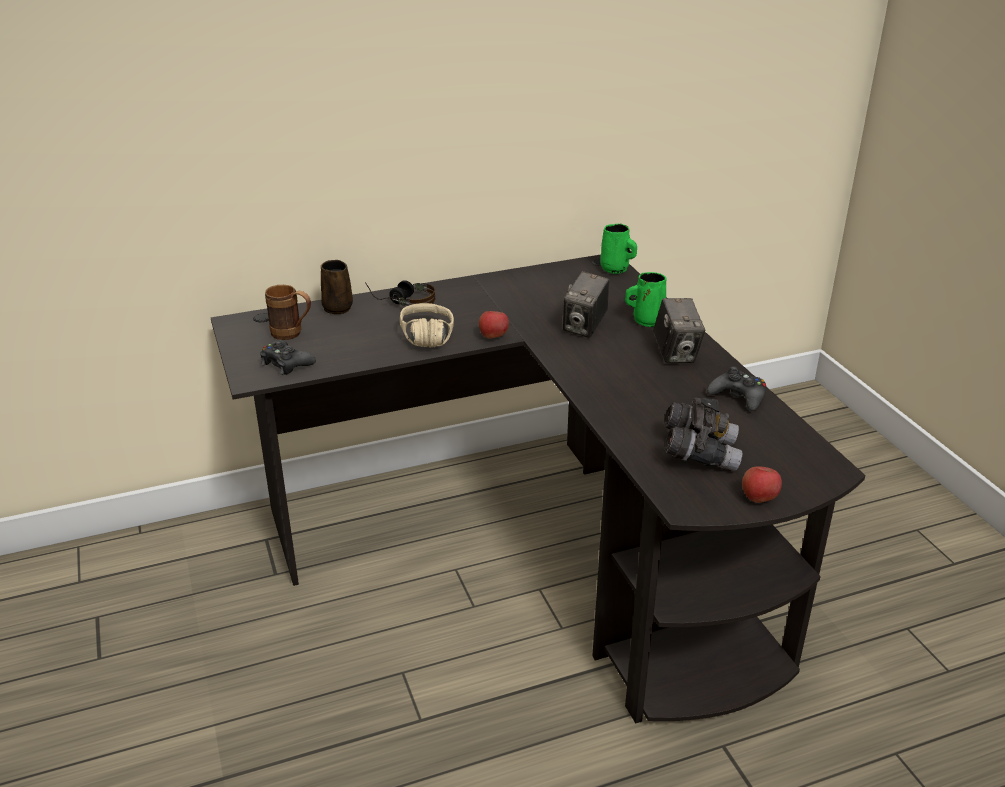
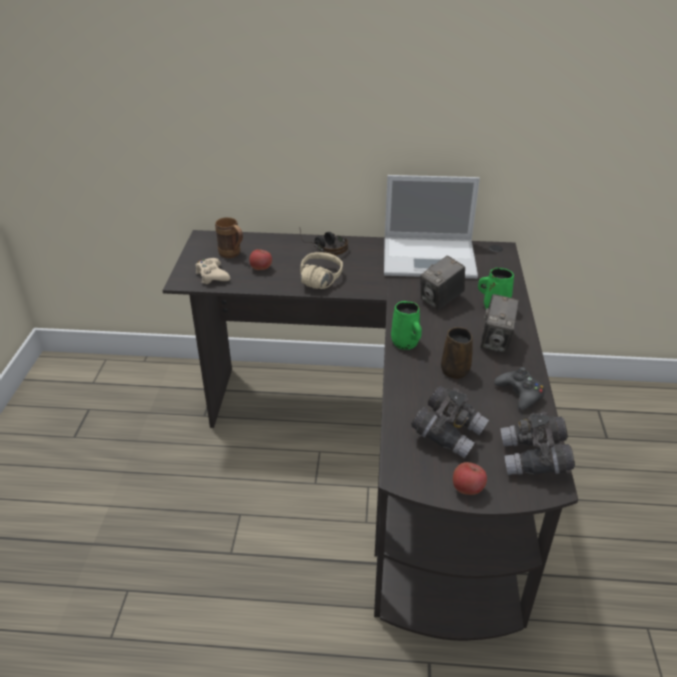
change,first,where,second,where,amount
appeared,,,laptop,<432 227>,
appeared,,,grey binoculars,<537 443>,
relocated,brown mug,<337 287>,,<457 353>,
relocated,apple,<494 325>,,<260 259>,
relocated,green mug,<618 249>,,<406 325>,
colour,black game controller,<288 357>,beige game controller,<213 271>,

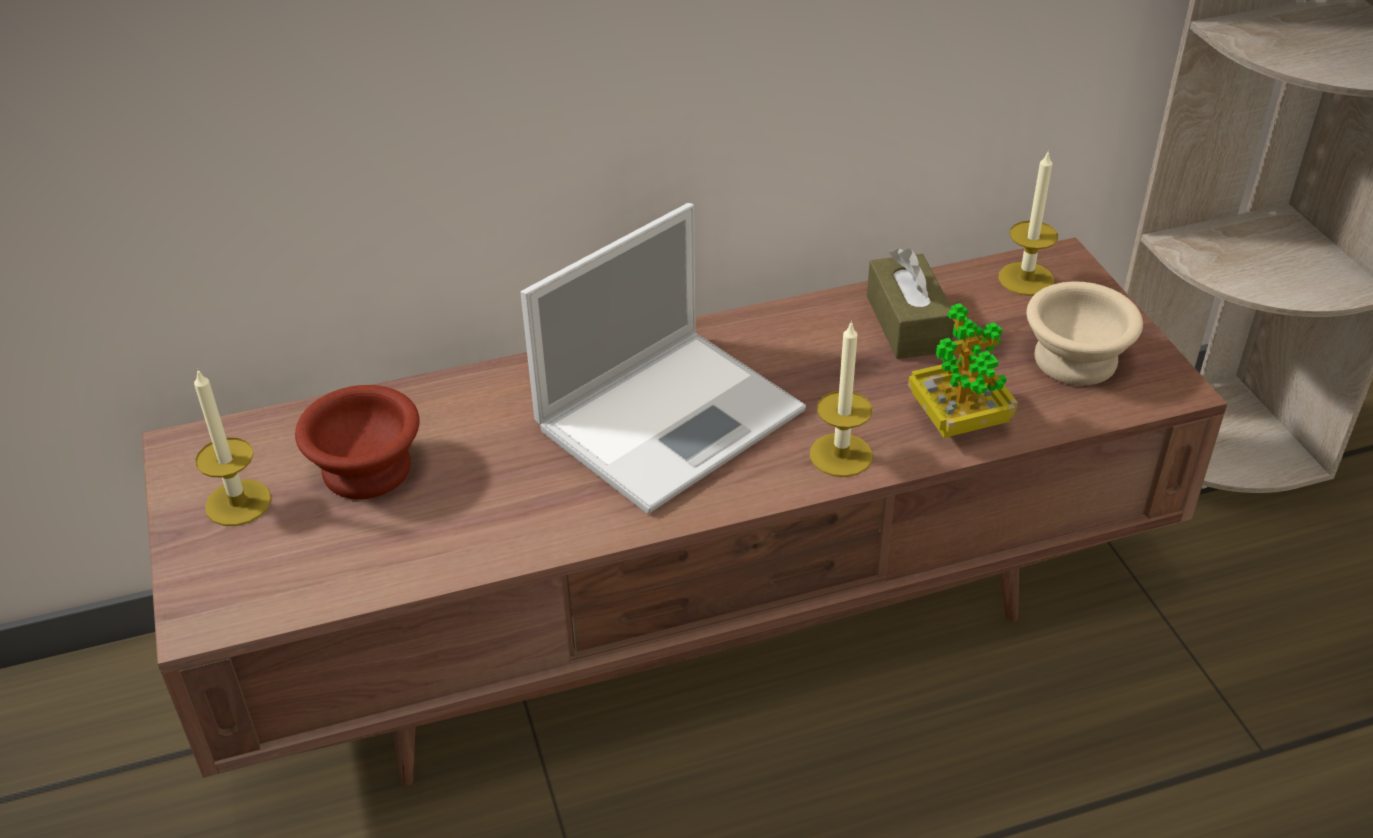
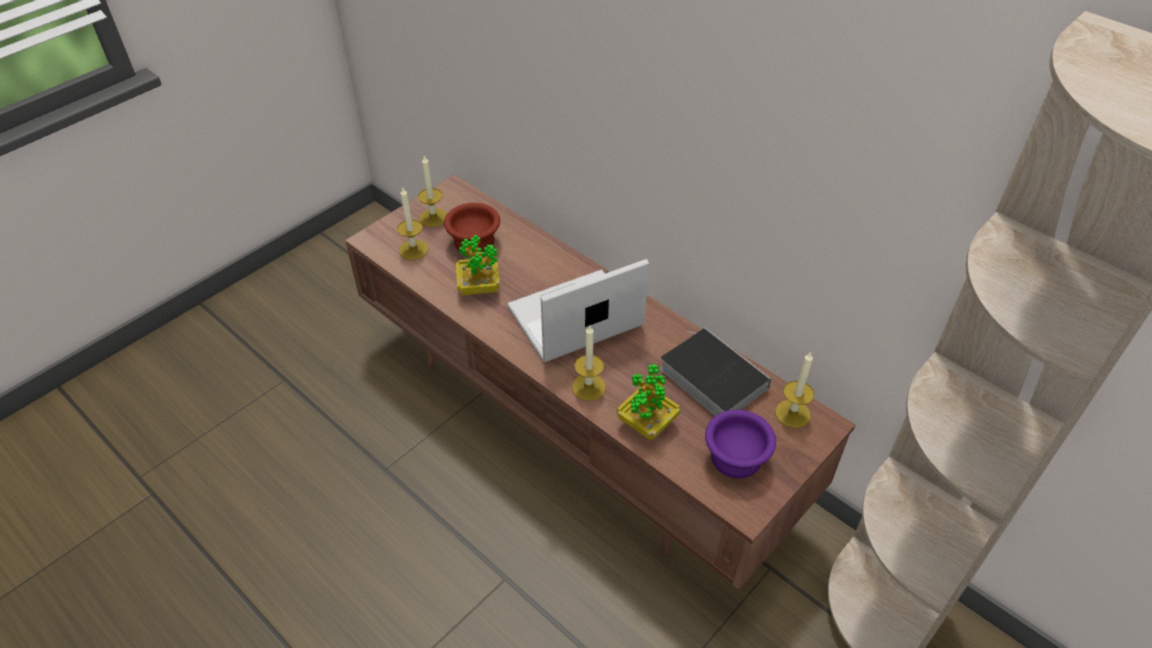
change,first,where,second,where,amount
appeared,,,candle,<412 224>,
appeared,,,potted plant,<478 265>,
exchanged,brown tissue box,<911 304>,book,<715 372>,
colour,beige bowl,<1084 333>,purple bowl,<740 444>,
spun,laptop,<663 358>,,<578 310>,135 degrees clockwise

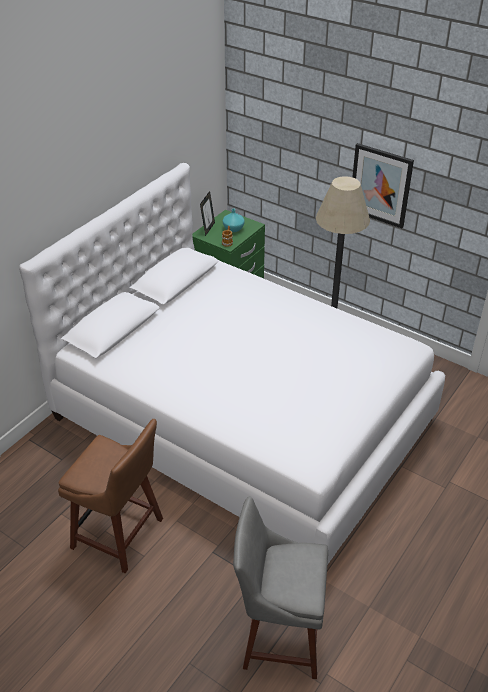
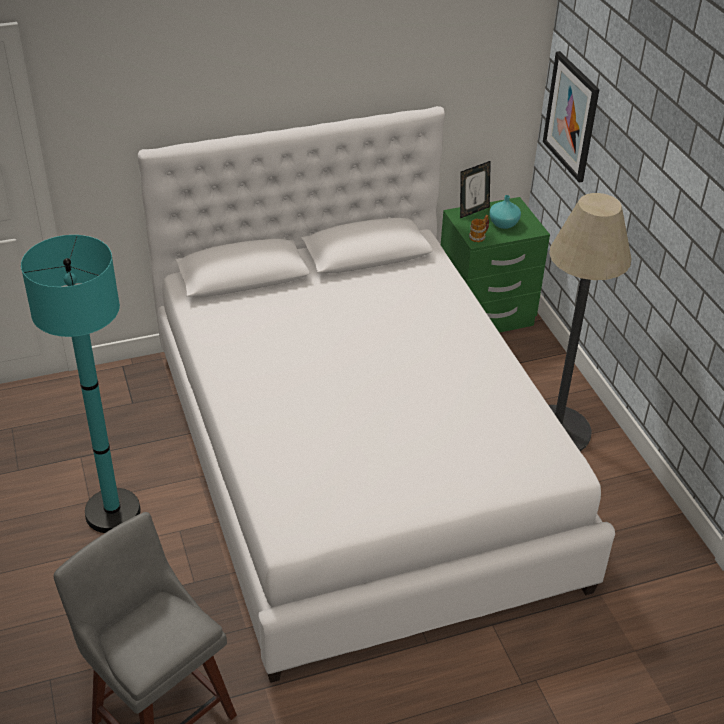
change,first,where,second,where,amount
relocated,picture,<383 185>,,<571 117>,
exchanged,brown chair,<110 496>,turquoise floor lamp,<81 384>,

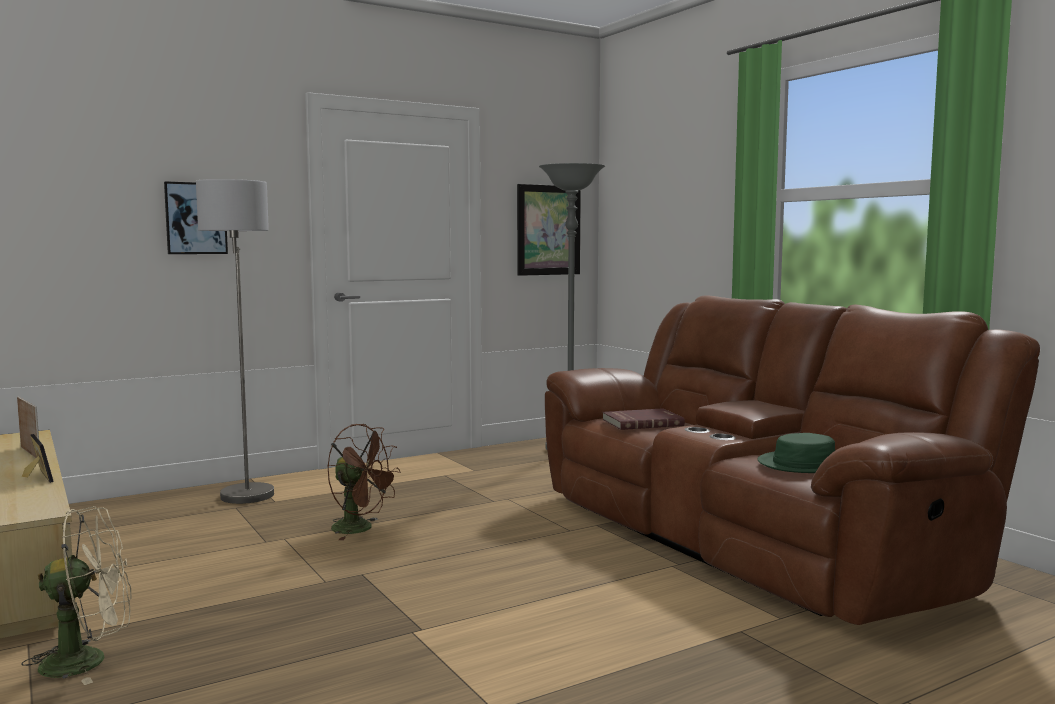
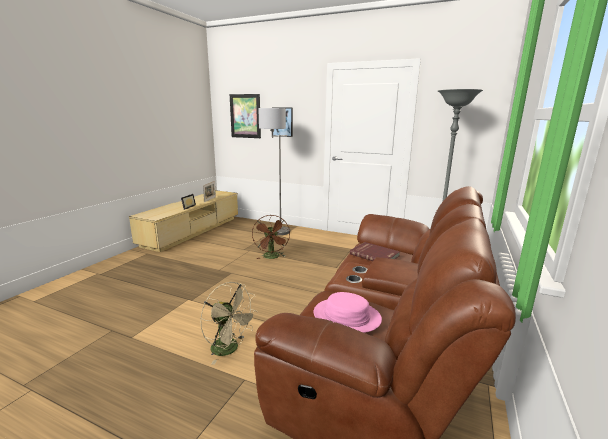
change,first,where,second,where,amount
relocated,beige fan,<76 595>,,<229 323>,
relocated,picture,<549 230>,,<245 116>,
colour,green hat,<796 453>,pink hat,<348 312>,

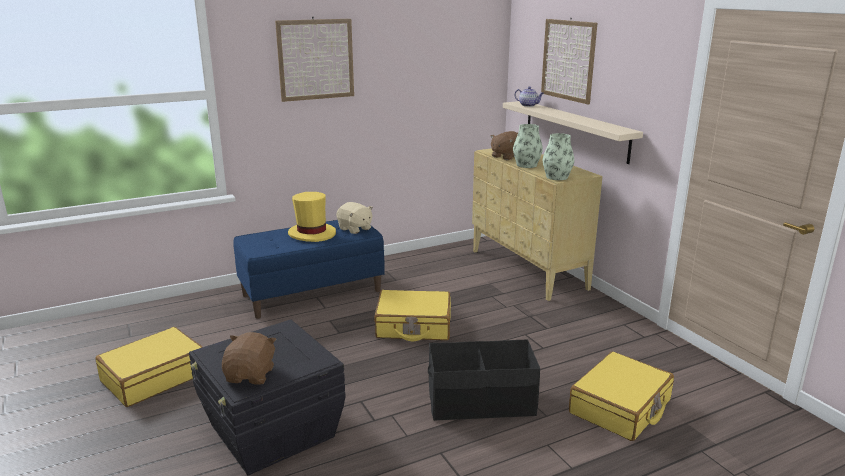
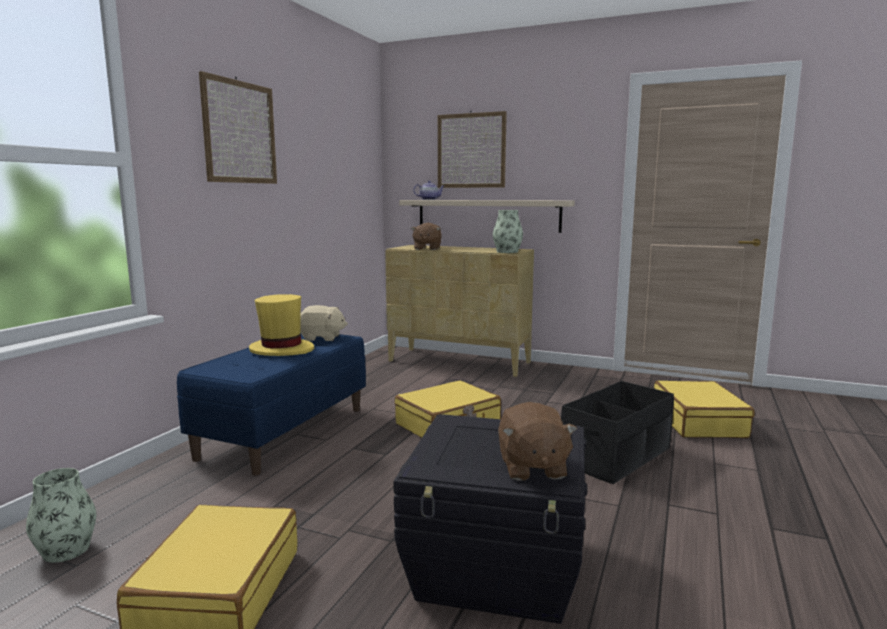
change,first,where,second,where,amount
relocated,vase,<528 146>,,<61 515>,
spun,brown plush toy,<249 358>,,<537 441>,150 degrees counterclockwise

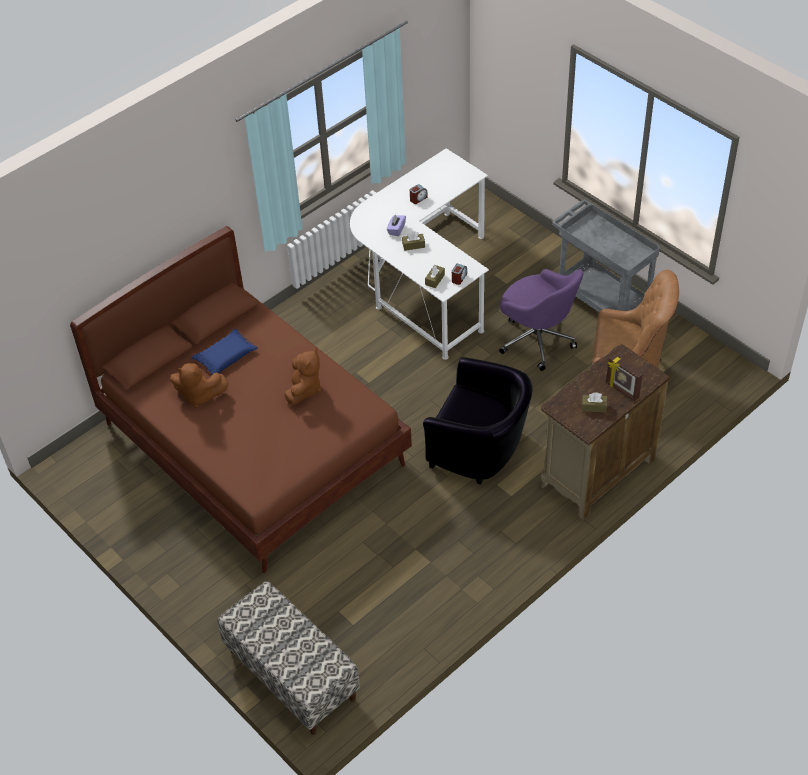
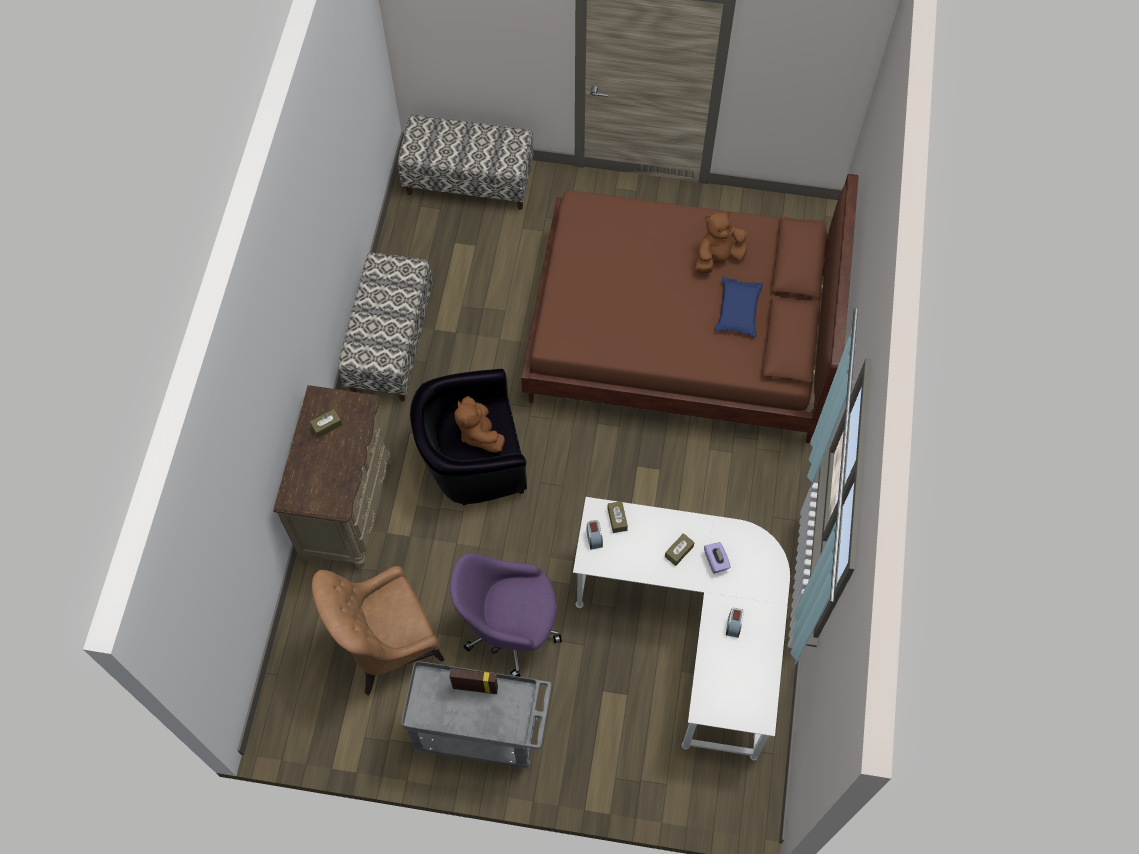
change,first,where,second,where,amount
appeared,,,bench,<385 327>,
relocated,brown plush toy,<302 376>,,<479 424>,
relocated,picture frame,<624 377>,,<473 681>,

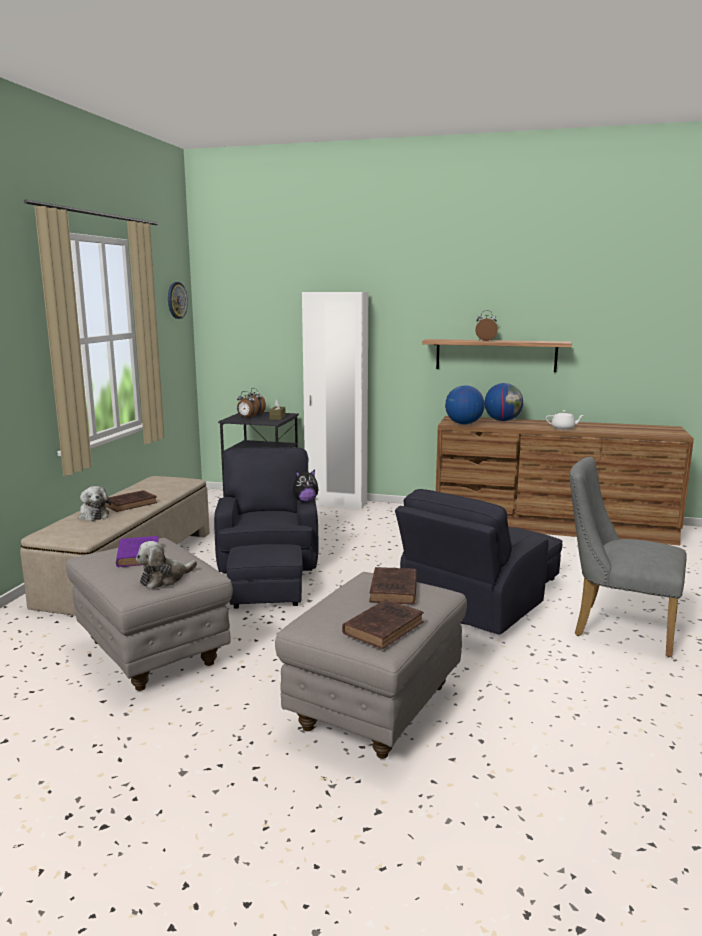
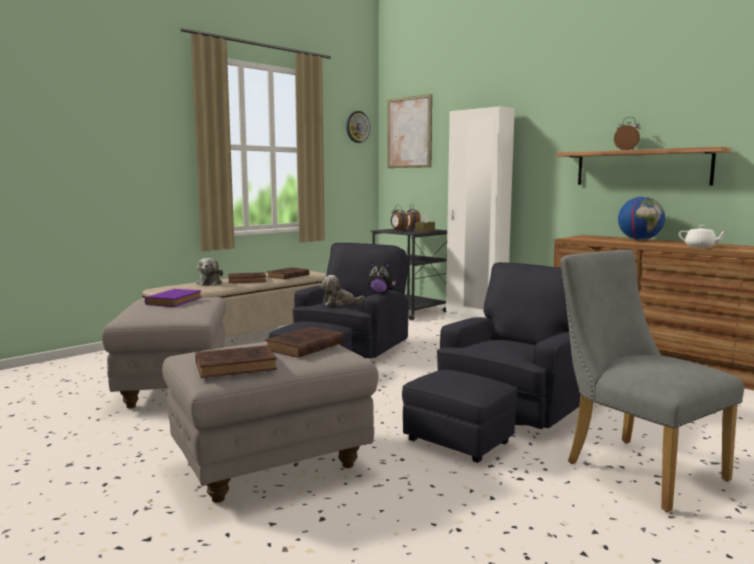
change,first,where,second,where,amount
missing,globe,<465 404>,,,
appeared,,,brown book,<288 273>,
appeared,,,picture,<409 131>,
relocated,plush toy,<166 565>,,<342 290>,
spun,black armchair,<478 562>,,<491 362>,150 degrees clockwise

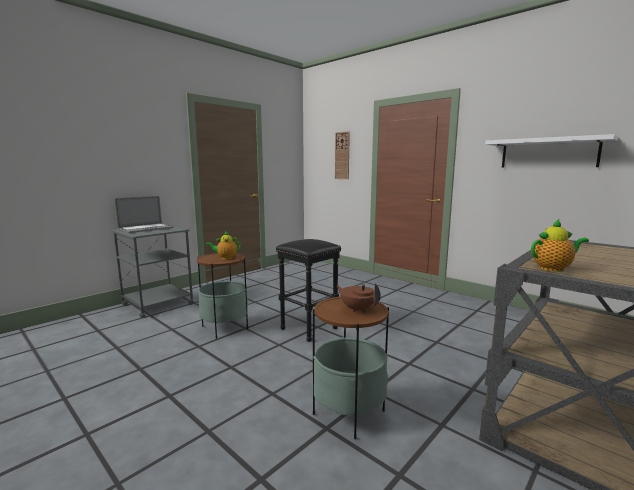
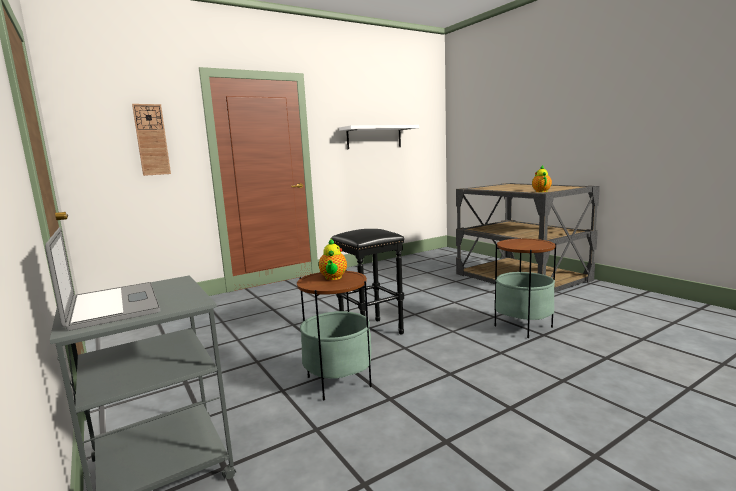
change,first,where,second,where,amount
missing,brown teapot,<359 297>,,,

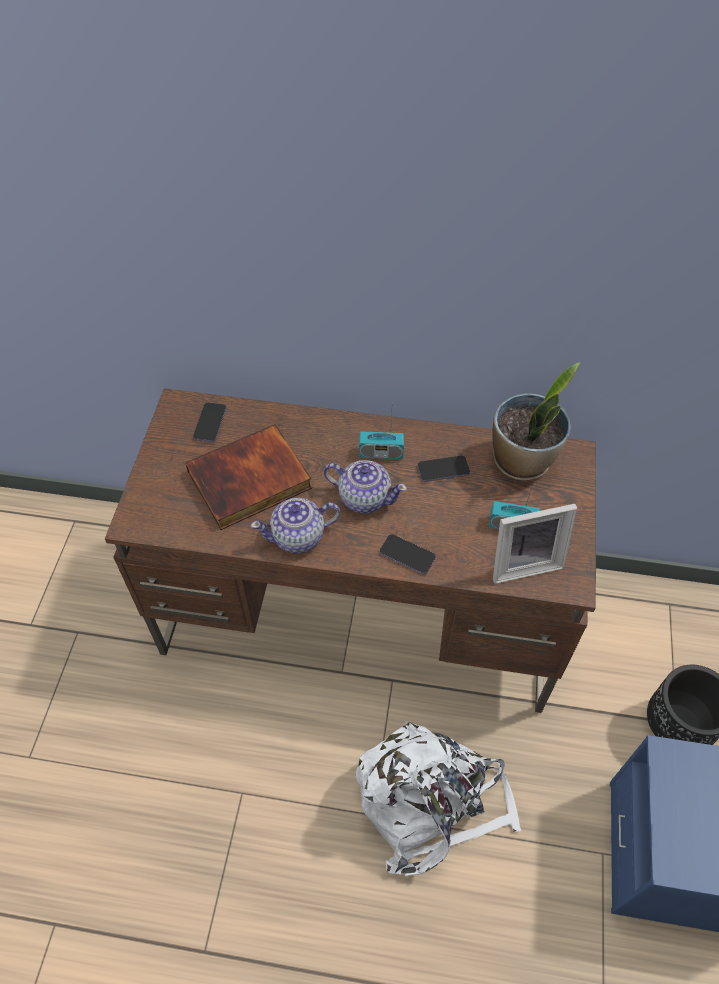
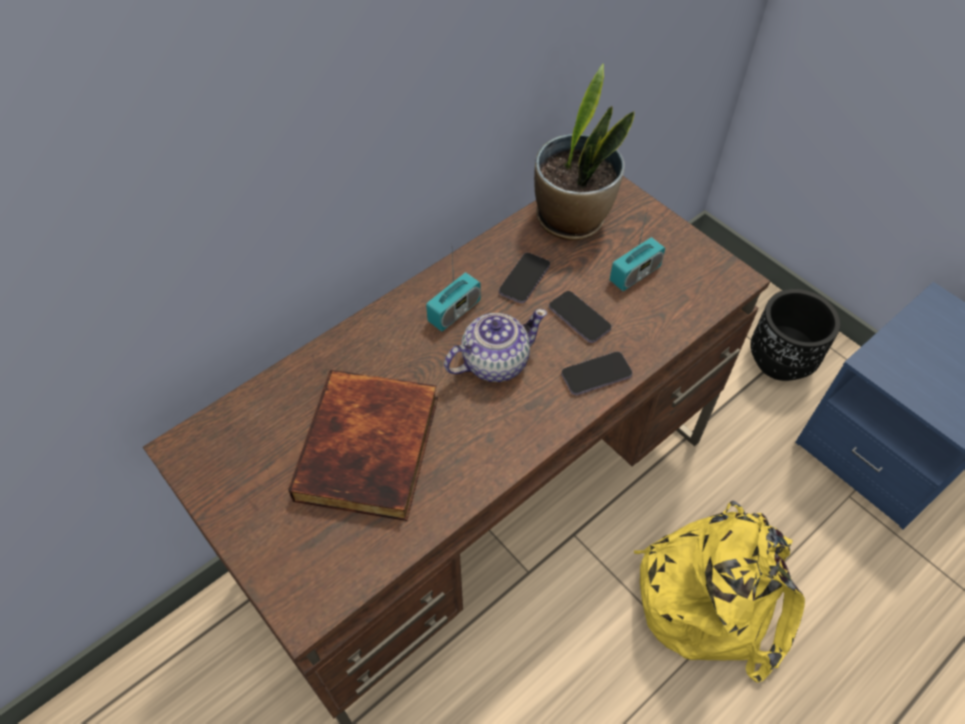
change,first,where,second,where,amount
missing,teapot,<296 526>,,,
missing,picture frame,<535 544>,,,
relocated,phone,<210 422>,,<580 317>,
colour,white backpack,<438 798>,yellow backpack,<719 591>,

